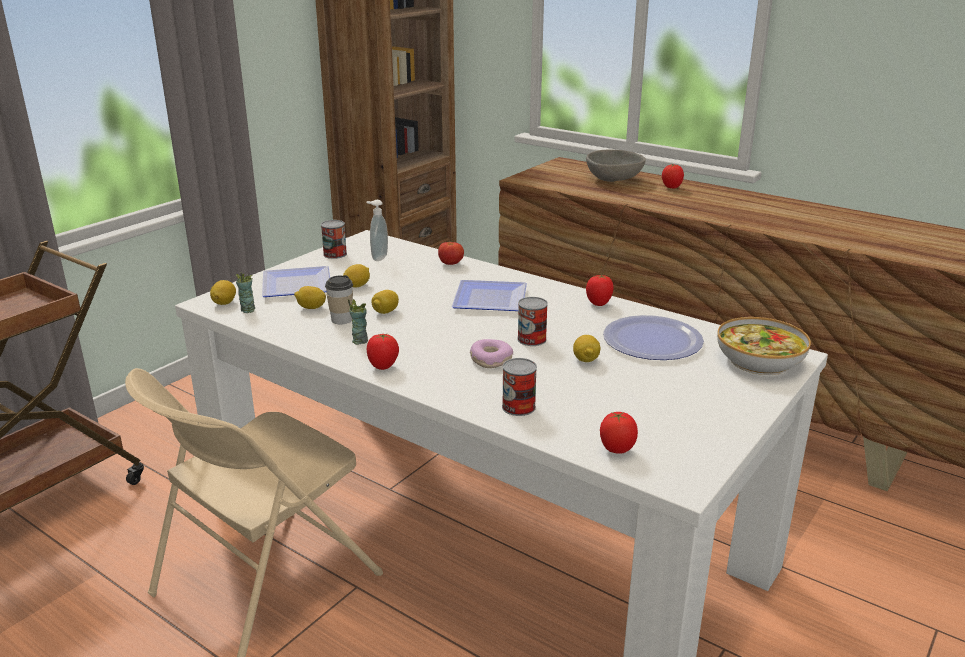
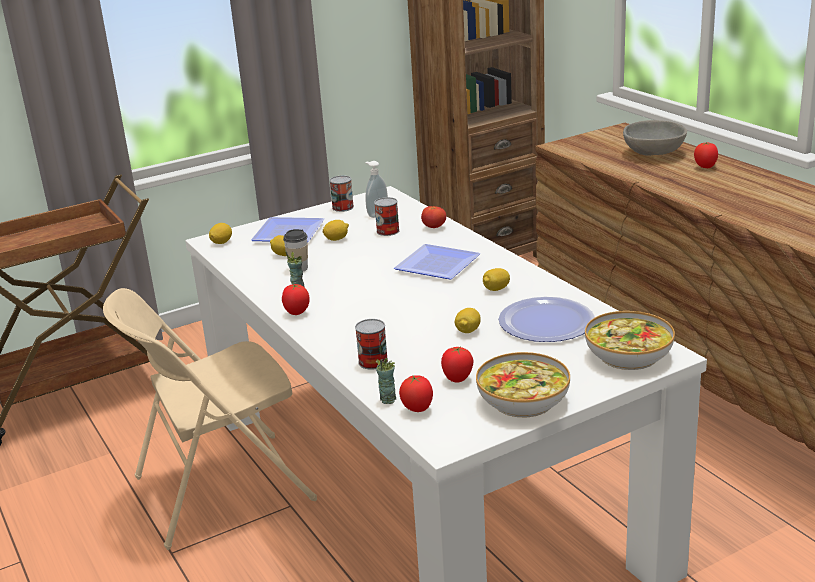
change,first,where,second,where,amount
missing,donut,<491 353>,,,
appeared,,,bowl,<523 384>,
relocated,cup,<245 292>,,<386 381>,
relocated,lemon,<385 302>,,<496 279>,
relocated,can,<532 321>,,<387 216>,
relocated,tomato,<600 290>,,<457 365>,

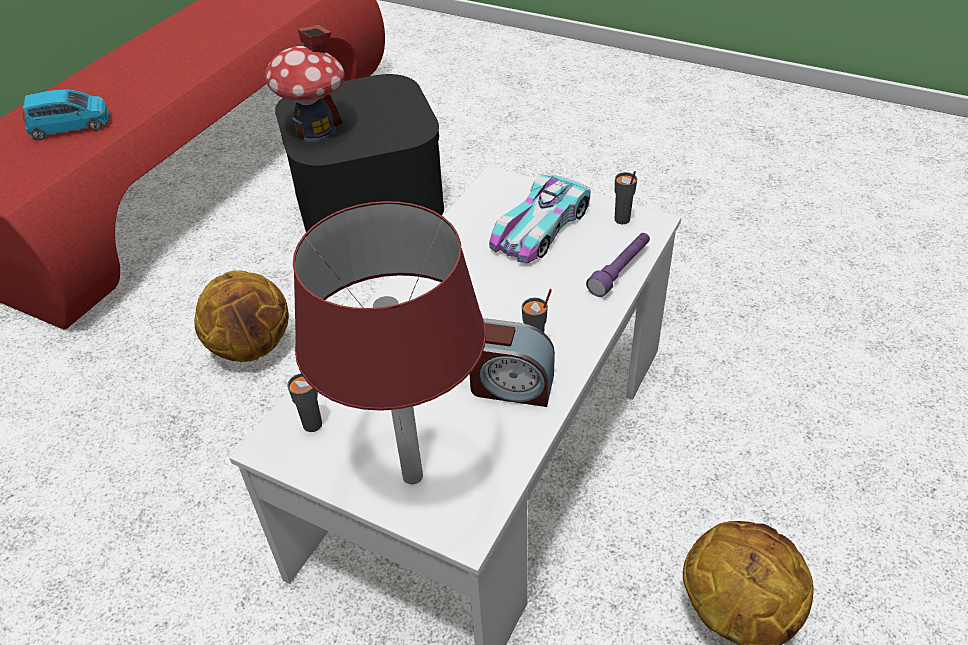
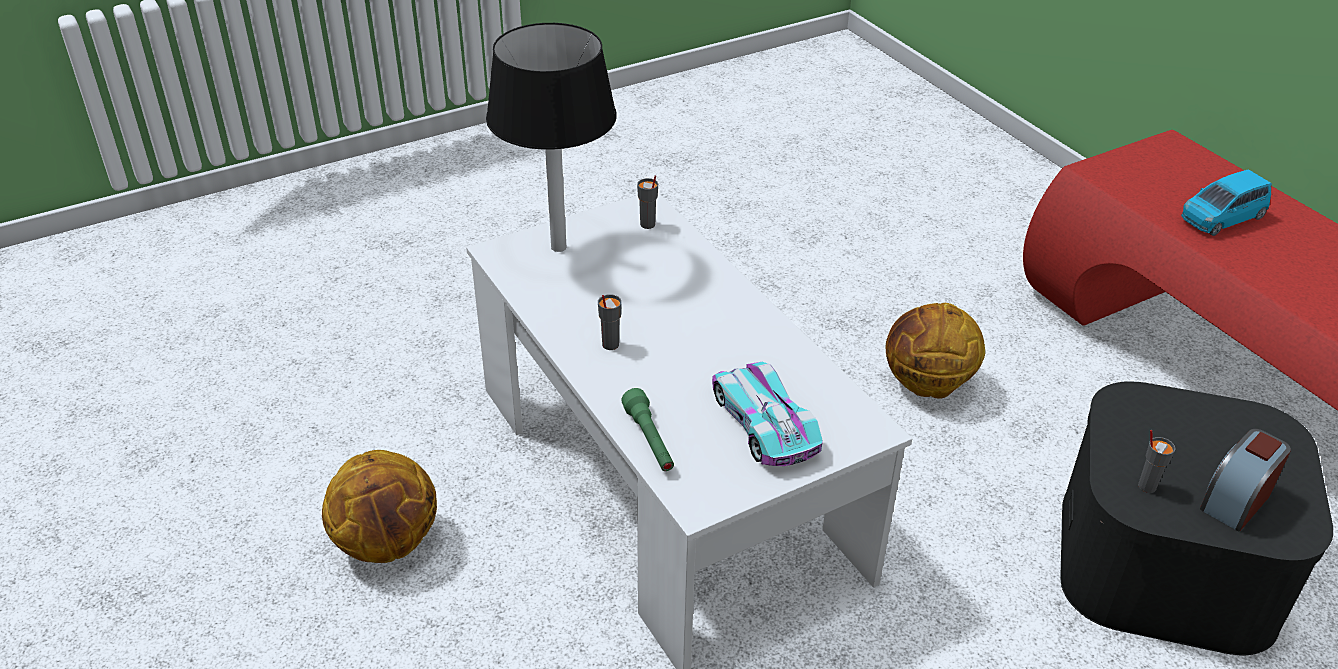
change,first,where,second,where,amount
missing,toy house,<305 83>,,,
relocated,alarm clock,<512 362>,,<1245 480>,
relocated,grey cup,<626 197>,,<1157 461>,
colour,red table lamp,<389 342>,black table lamp,<551 137>,
colour,purple flashlight,<618 265>,green flashlight,<647 429>,
spun,blue toy car,<66 114>,,<1226 202>,45 degrees clockwise

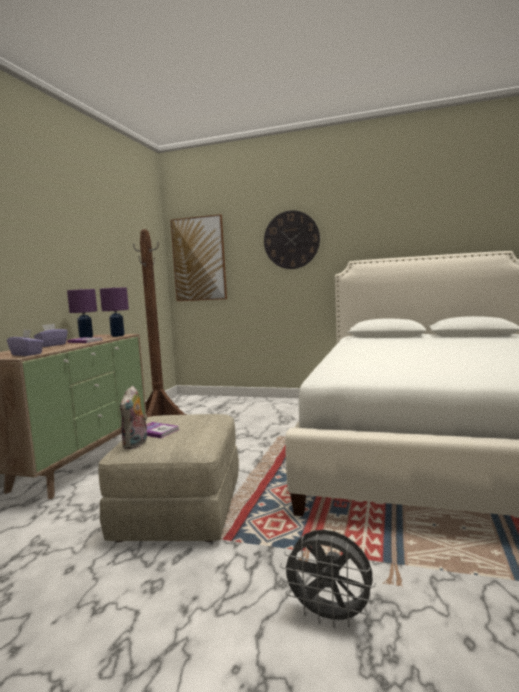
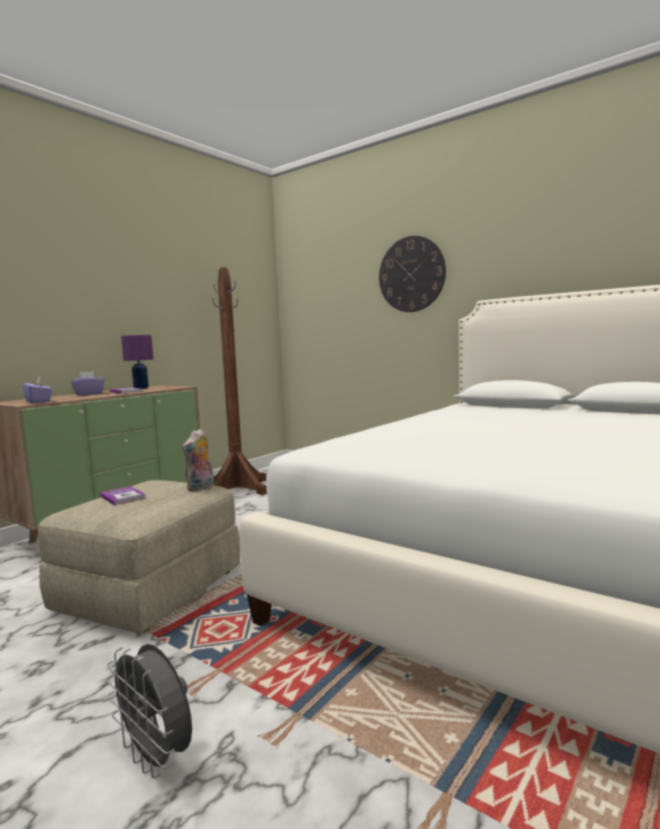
change,first,where,second,where,amount
missing,purple table lamp,<114 312>,,,
missing,picture,<198 257>,,,
relocated,plush toy,<133 417>,,<198 460>,

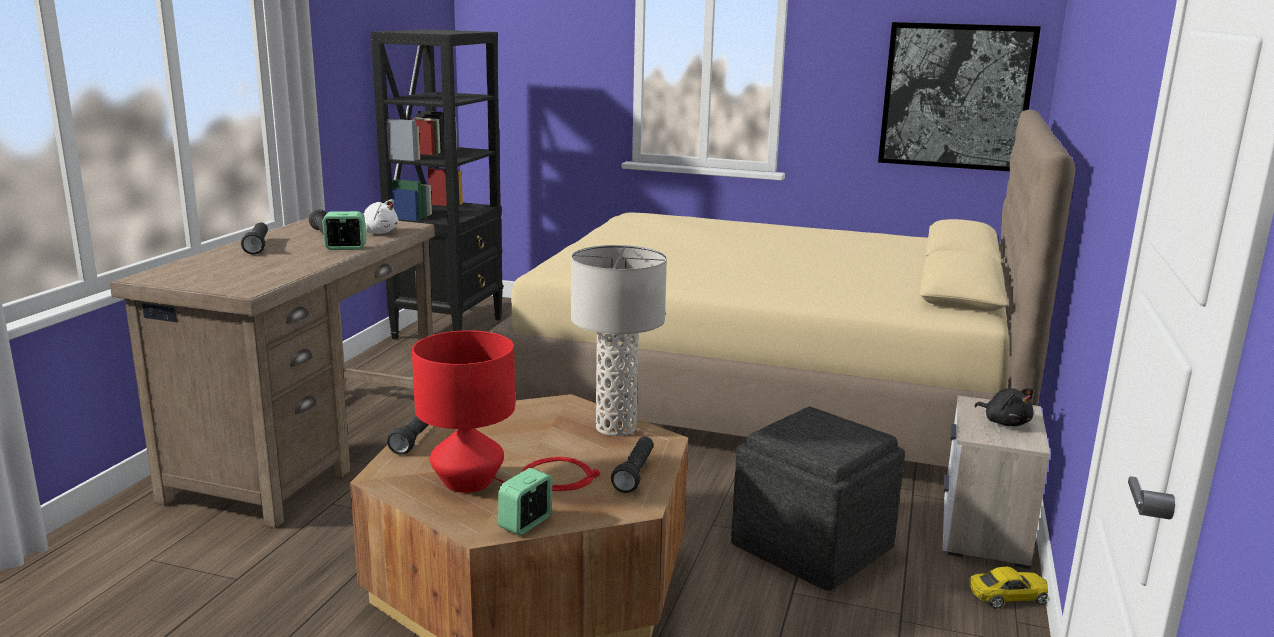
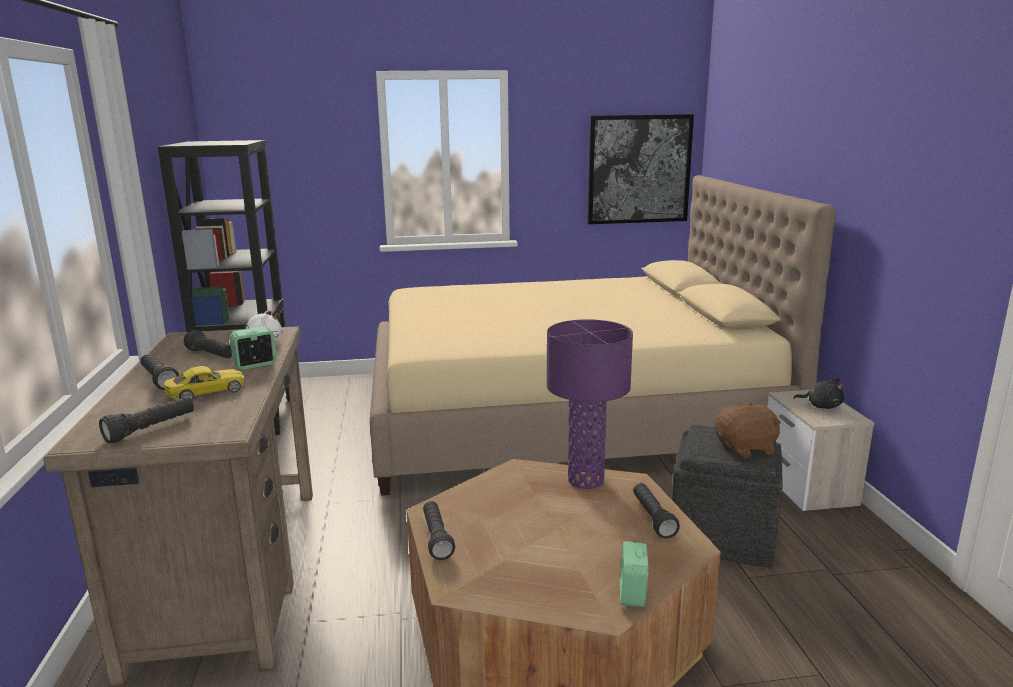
change,first,where,second,where,amount
missing,red table lamp,<506 411>,,,
appeared,,,black flashlight,<146 419>,
appeared,,,brown plush toy,<748 430>,
relocated,yellow toy car,<1008 588>,,<204 383>,
colour,white table lamp,<619 340>,purple table lamp,<590 404>,

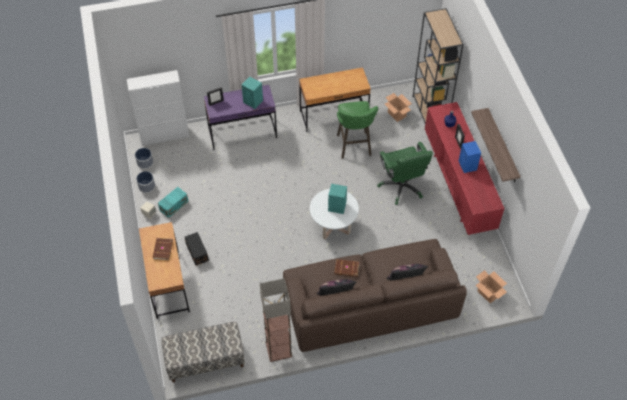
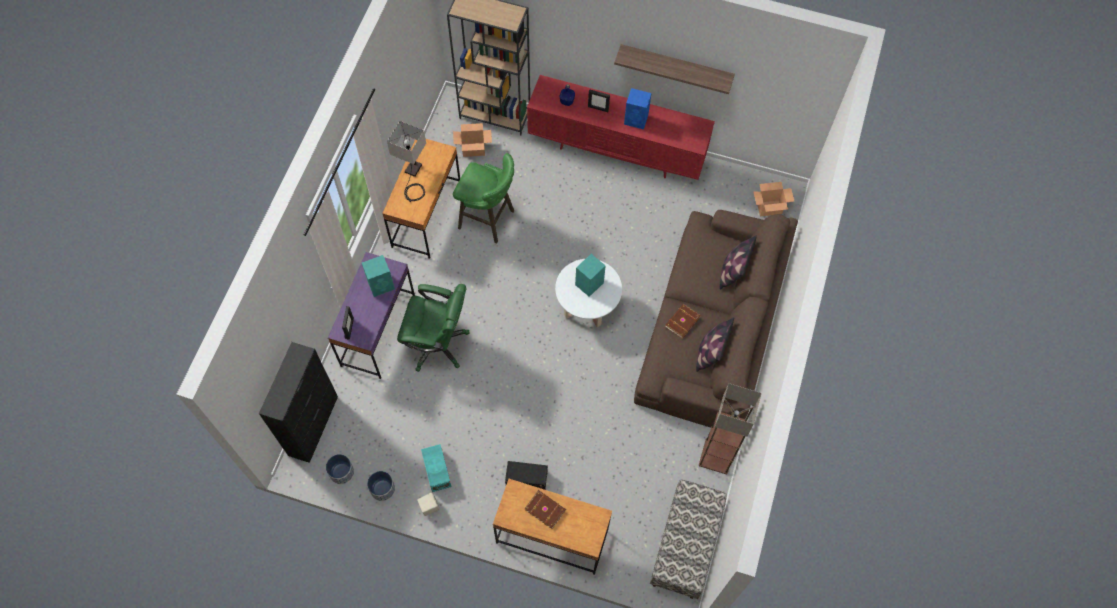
change,first,where,second,where,amount
appeared,,,table lamp,<406 161>,
relocated,green office chair,<405 173>,,<433 328>,
colour,white cabinet,<158 108>,black cabinet,<298 402>,

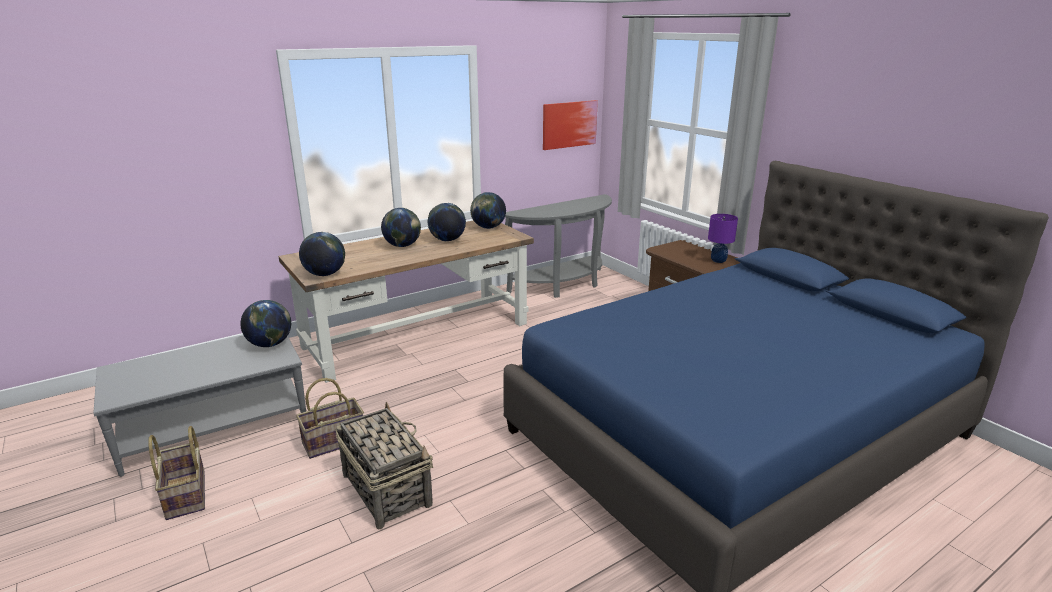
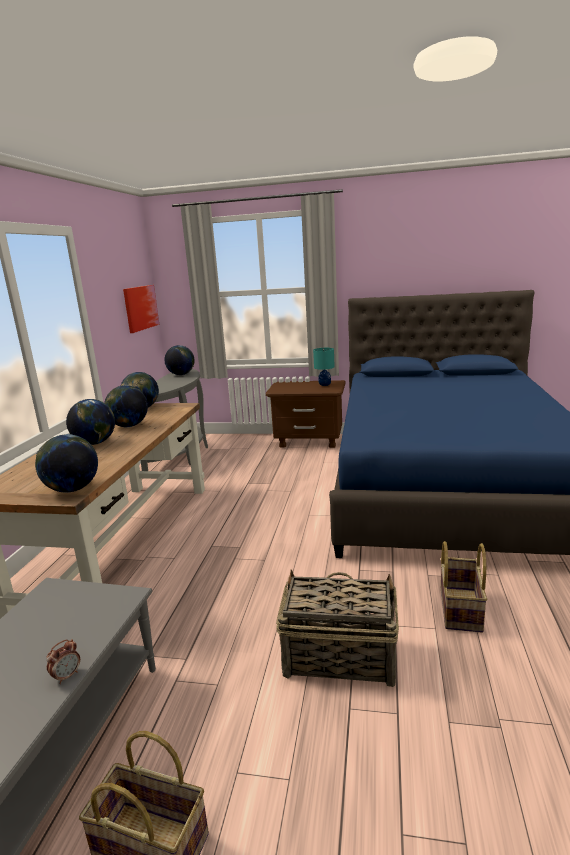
change,first,where,second,where,amount
appeared,,,alarm clock,<63 661>,
relocated,globe,<265 323>,,<180 360>,
relocated,basket,<330 418>,,<464 587>,
colour,purple table lamp,<723 238>,turquoise table lamp,<324 367>,

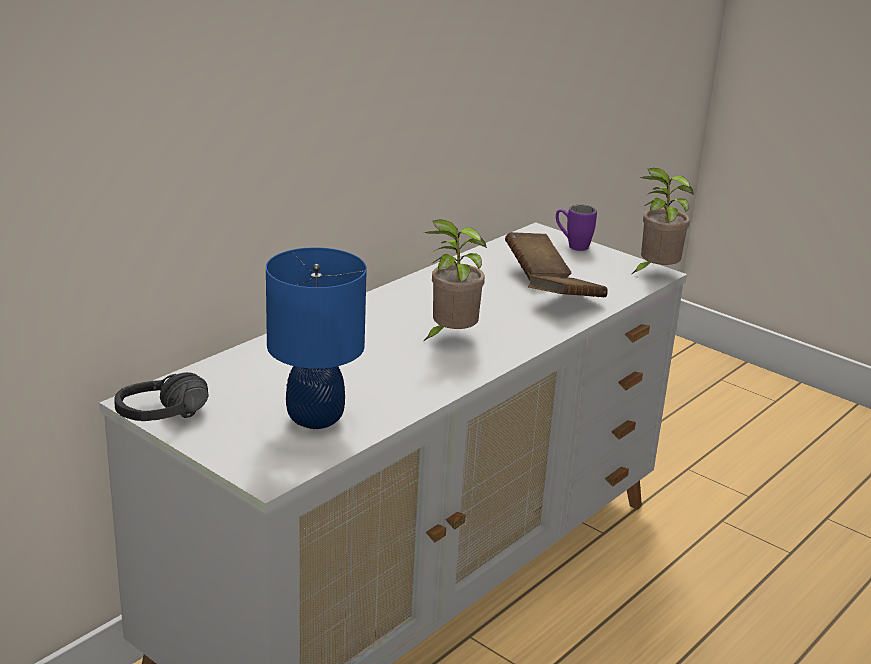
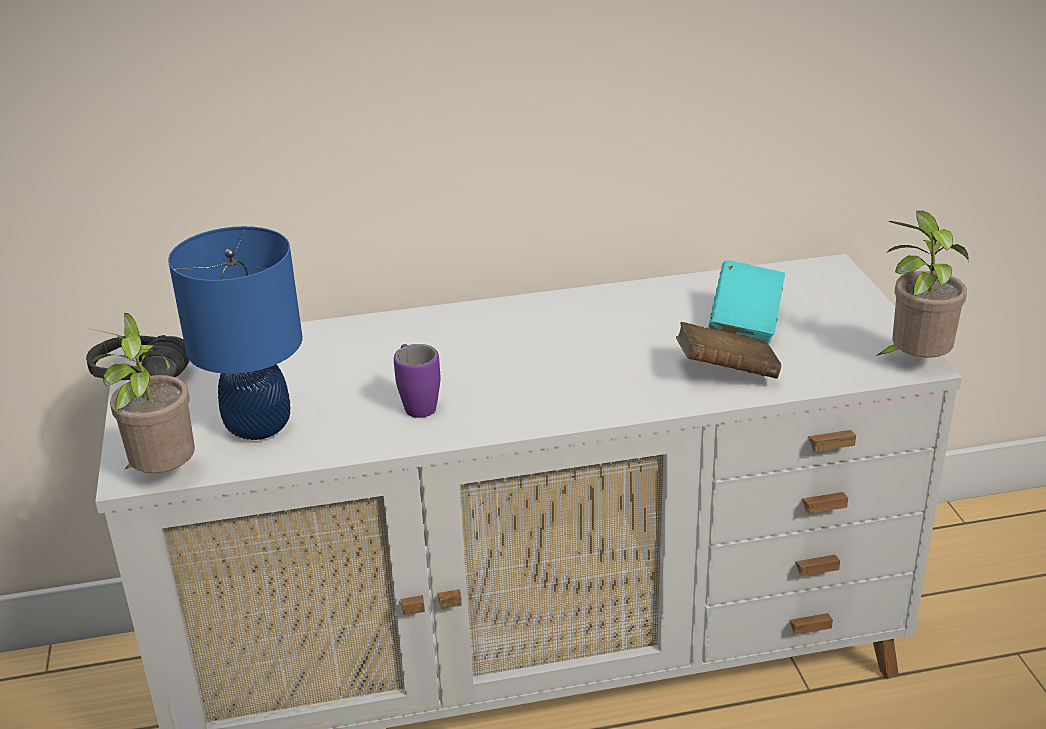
change,first,where,second,where,amount
relocated,potted plant,<455 280>,,<141 393>,
relocated,purple mug,<576 228>,,<417 381>,
colour,brown book,<538 256>,turquoise book,<746 302>,

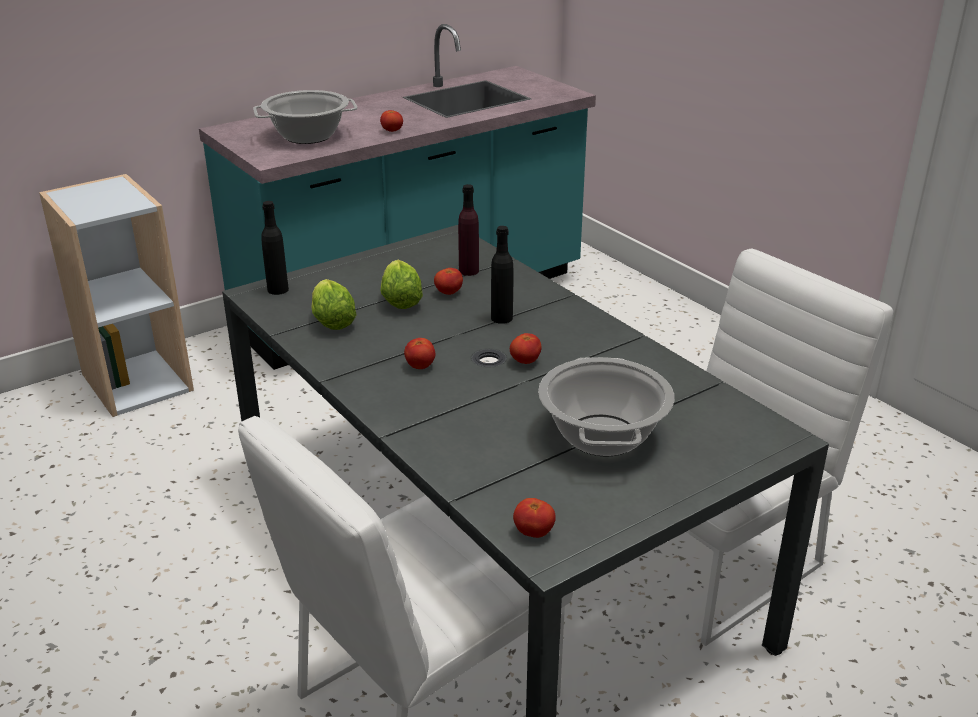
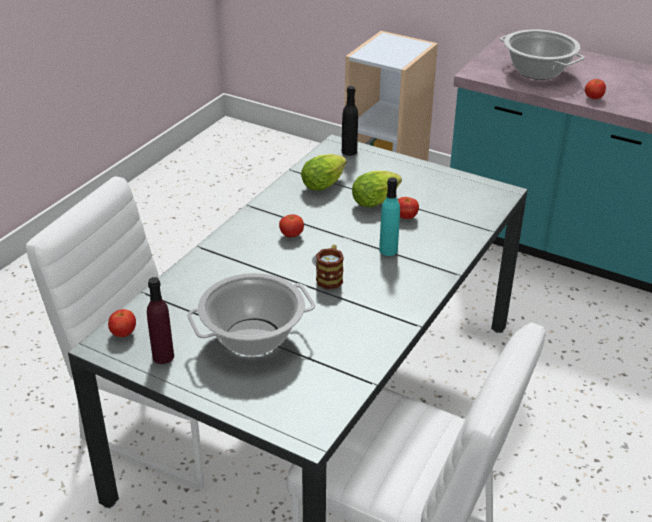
change,first,where,second,where,amount
relocated,purple bottle,<468 230>,,<160 320>,
exchanged,tomato,<526 348>,mug,<330 267>,
colour,black bottle,<502 275>,turquoise bottle,<389 216>,

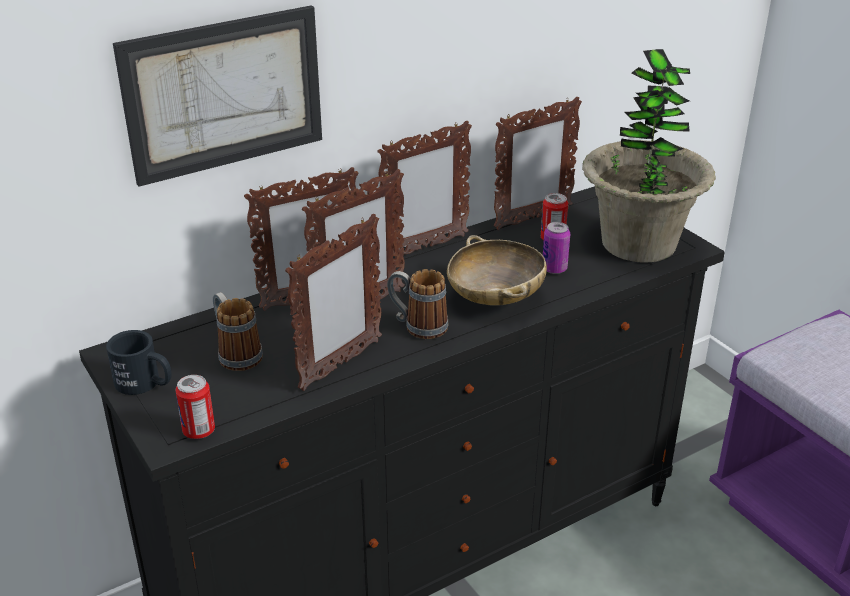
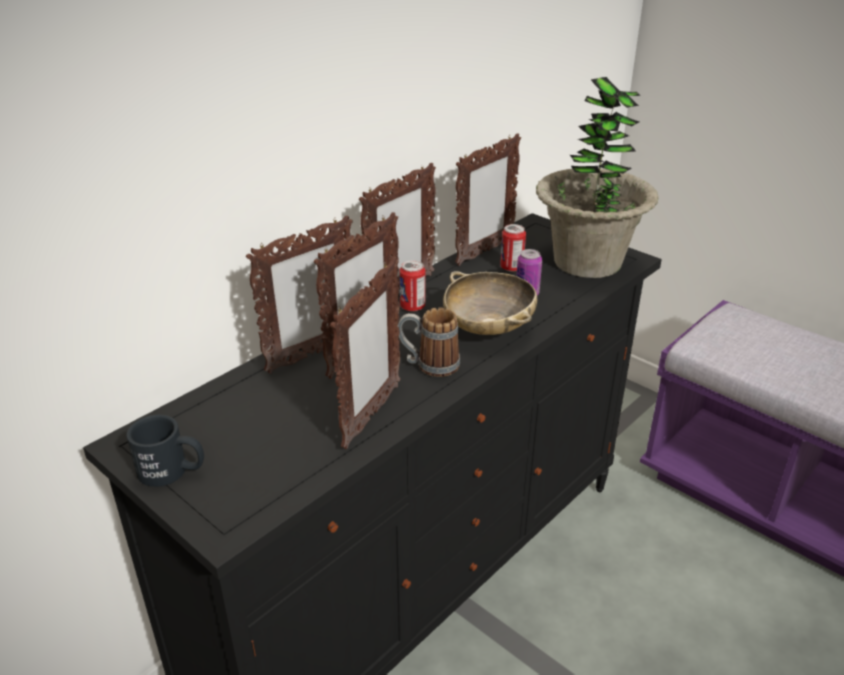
change,first,where,second,where,amount
missing,picture,<217 96>,,,
missing,mug,<238 331>,,,
relocated,can,<195 407>,,<412 286>,

